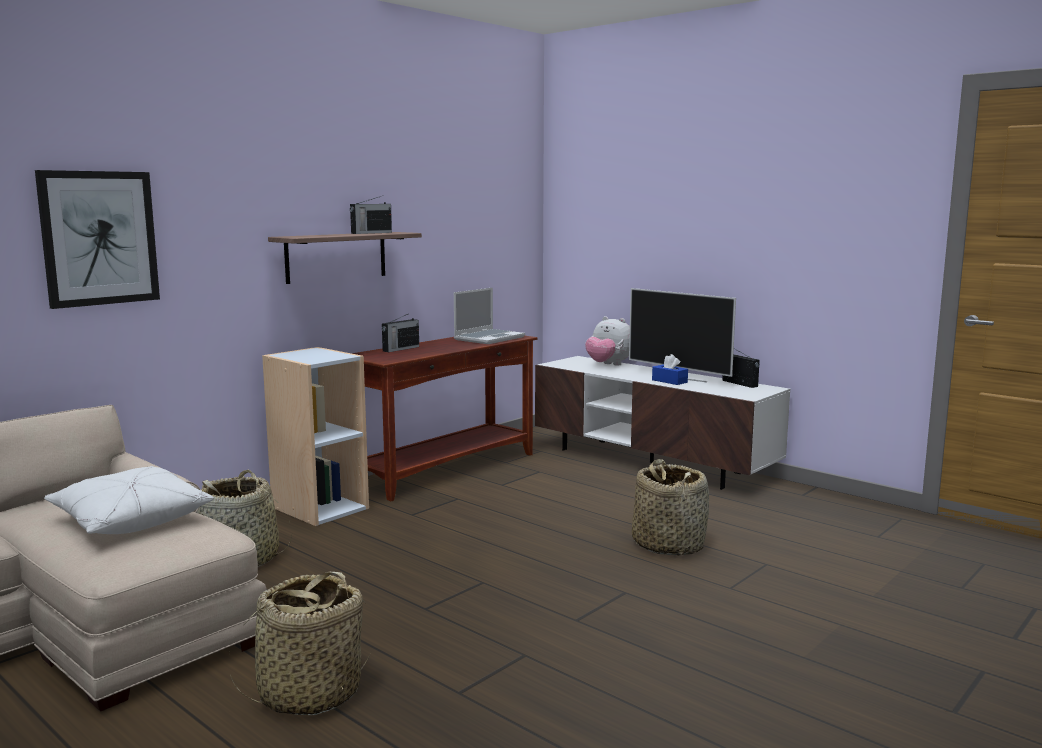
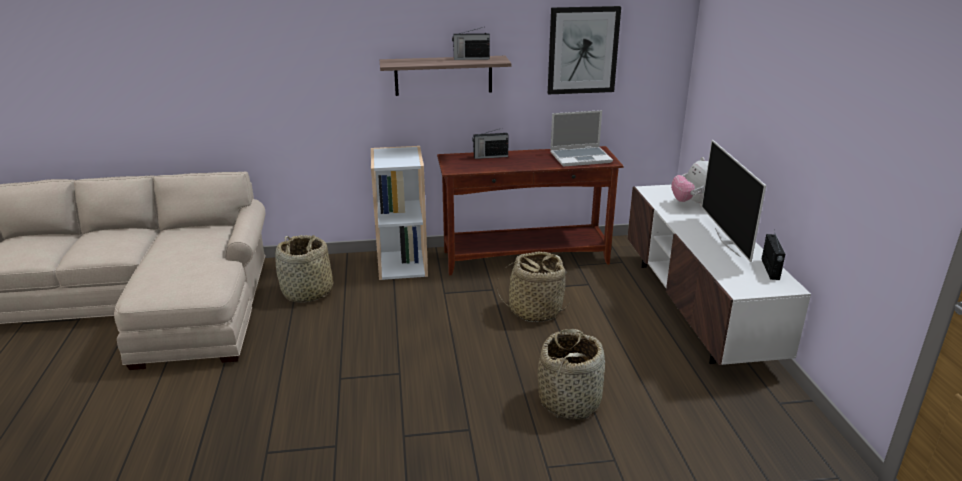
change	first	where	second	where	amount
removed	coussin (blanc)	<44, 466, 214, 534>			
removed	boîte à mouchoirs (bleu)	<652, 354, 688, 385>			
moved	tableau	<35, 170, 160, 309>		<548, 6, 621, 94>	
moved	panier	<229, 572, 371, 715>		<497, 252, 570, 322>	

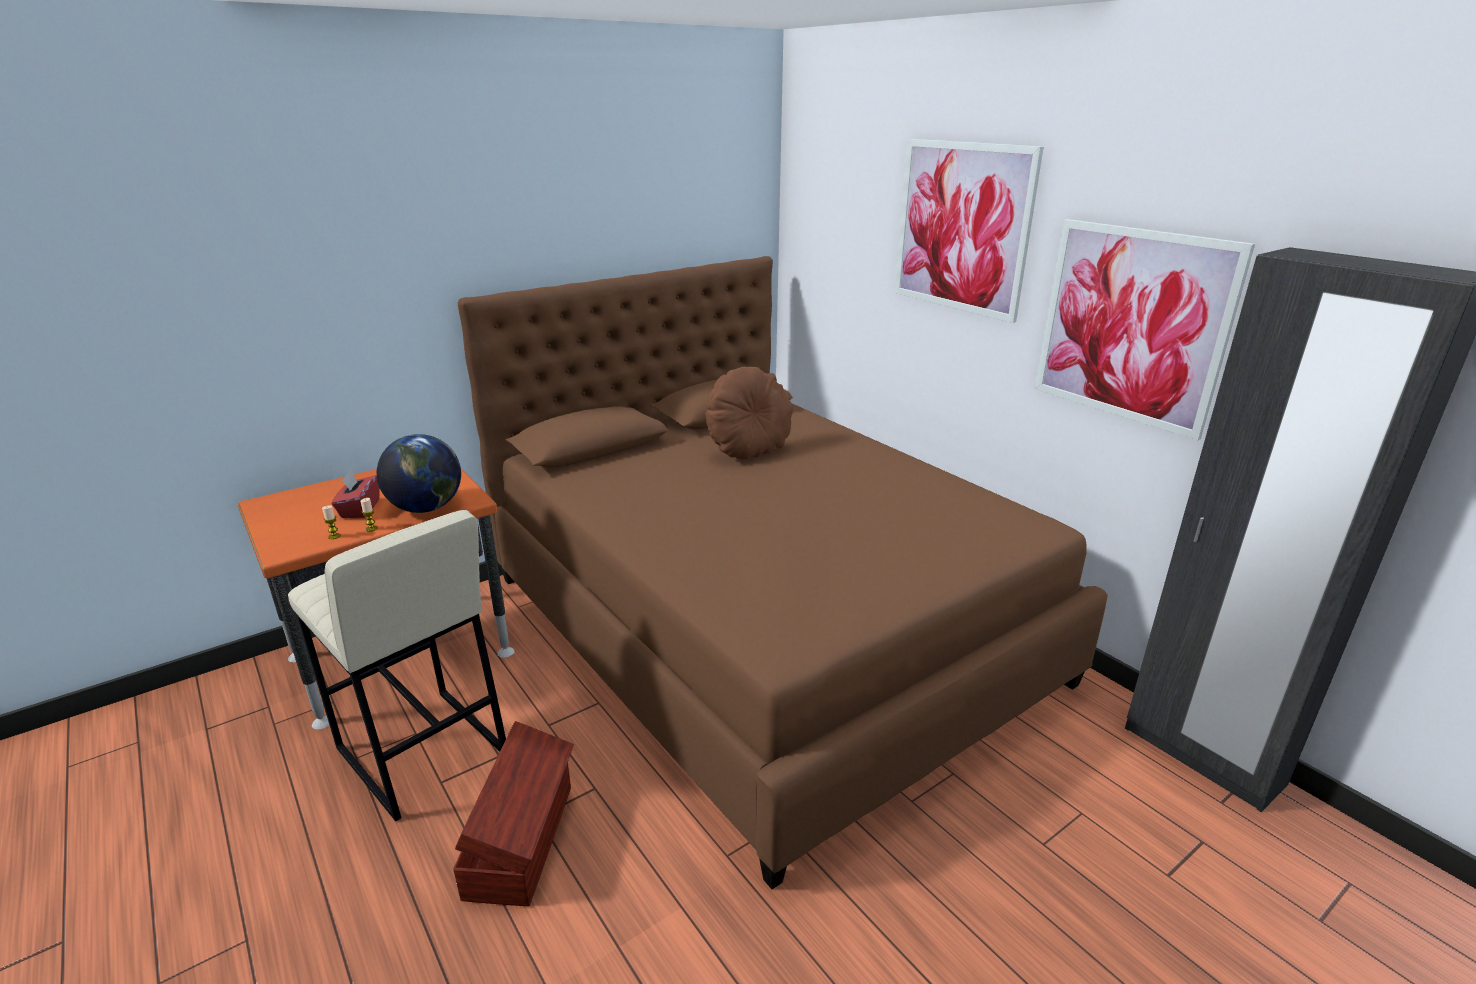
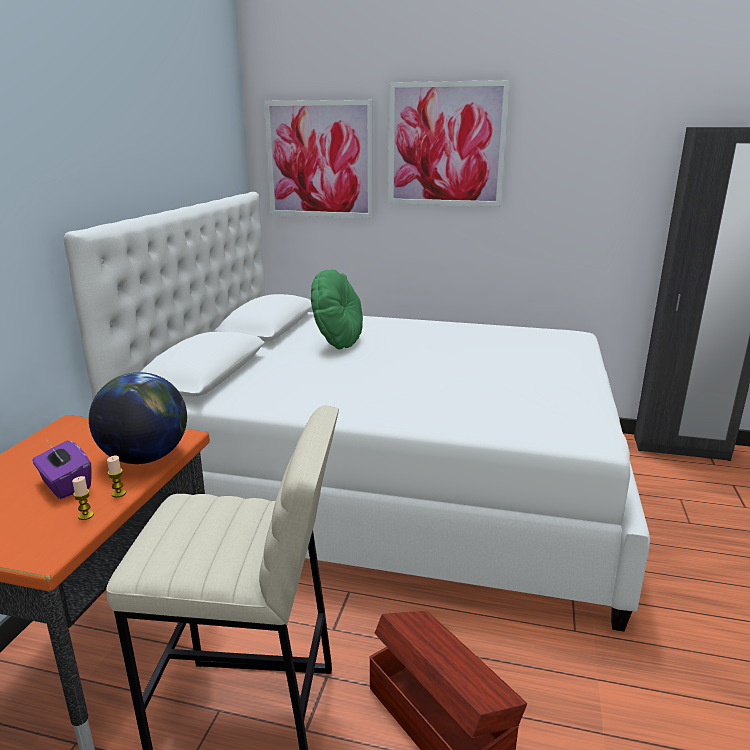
change	first	where	second	where	amount
moved	tableau	<1035, 219, 1255, 440>		<264, 100, 373, 218>	
recoloured	boîte à mouchoirs (rouge)	<331, 470, 380, 518>	boîte à mouchoirs (violet)	<32, 441, 92, 499>	
recoloured	lit (marron)	<458, 256, 1108, 889>	lit (blanc)	<64, 192, 650, 632>	
recoloured	coussin (marron)	<705, 367, 793, 460>	coussin (vert)	<311, 269, 363, 349>	

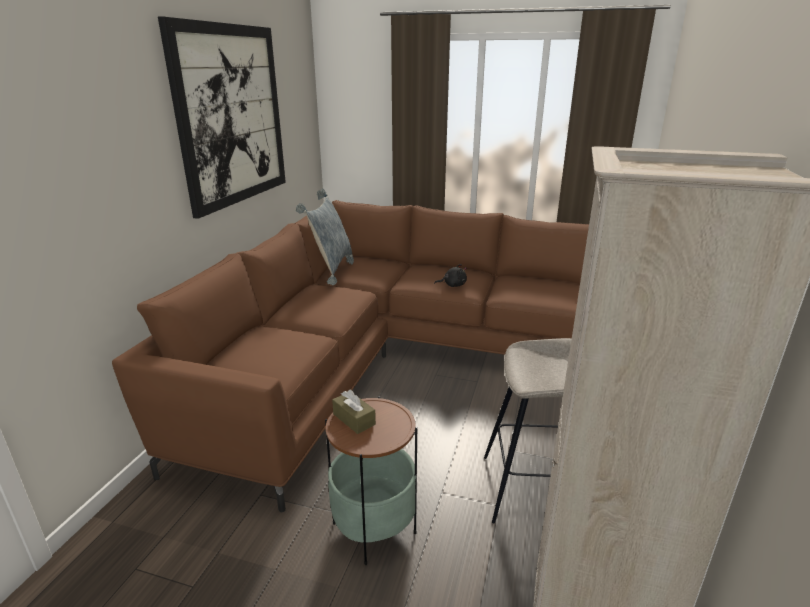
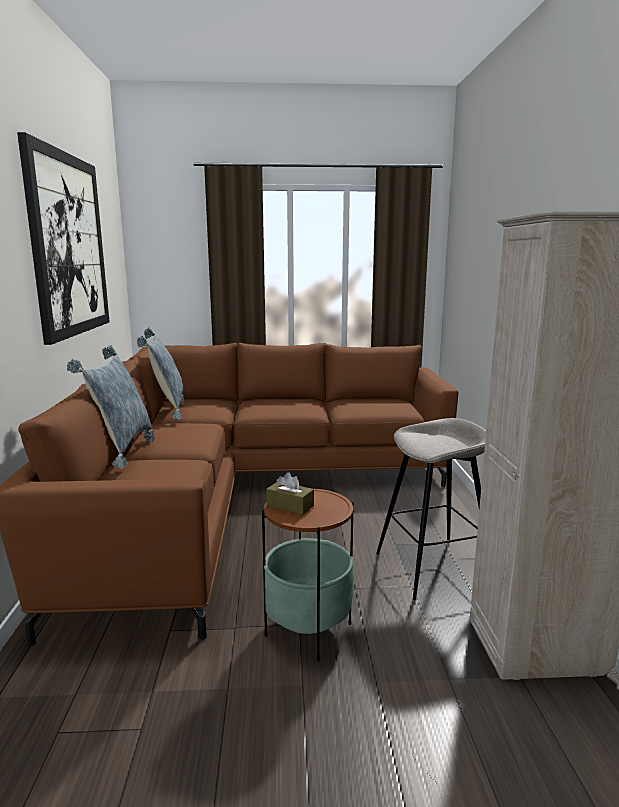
change	first	where	second	where	amount
removed	peluche (noir)	<434, 264, 467, 287>			
added			coussin	<66, 345, 155, 469>	

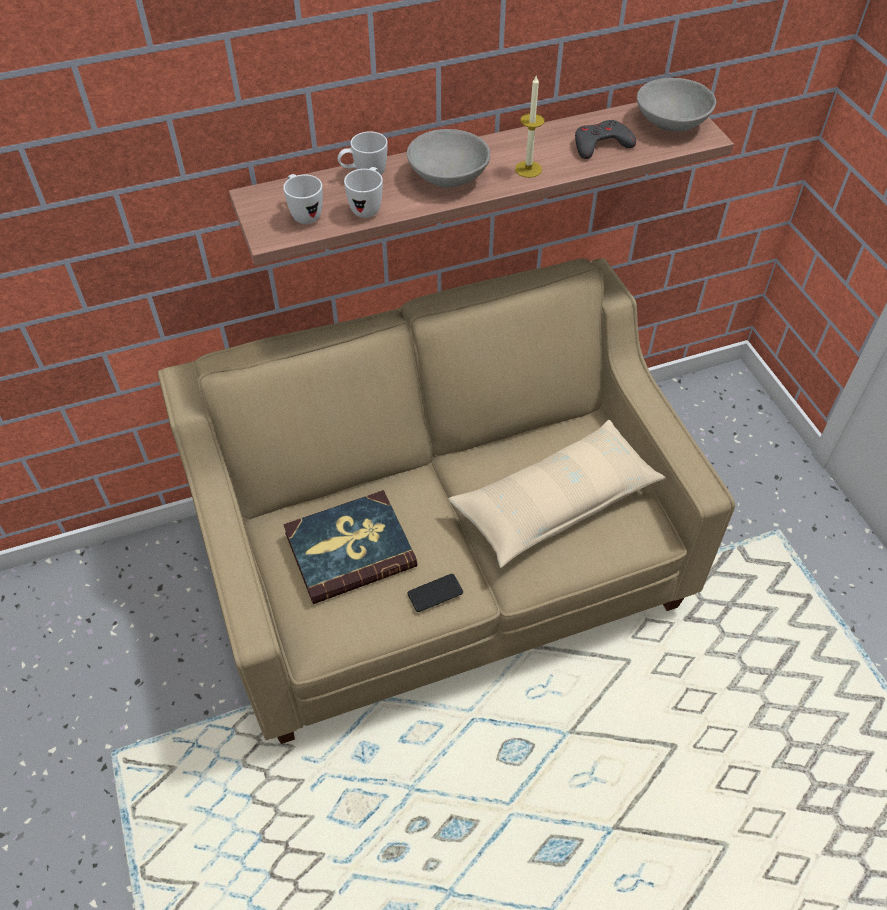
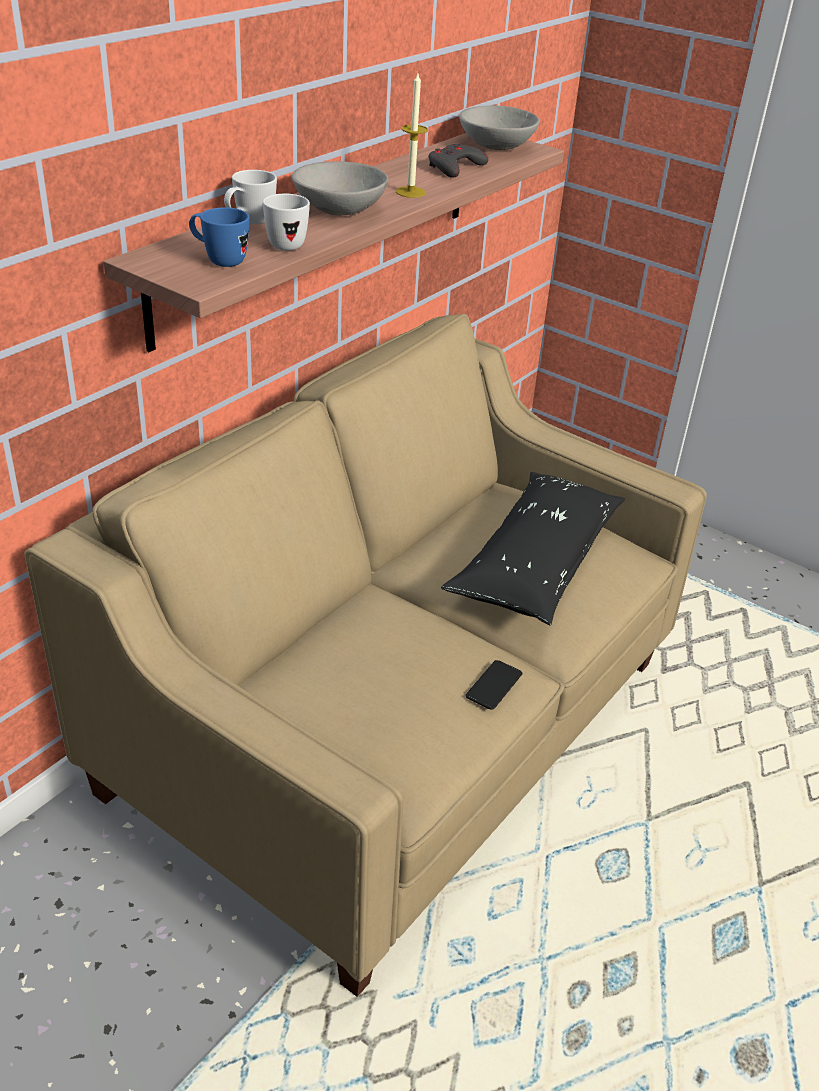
change	first	where	second	where	amount
removed	livre	<283, 490, 417, 604>			
recoloured	mug (blanc)	<283, 174, 323, 224>	mug (bleu)	<189, 207, 249, 267>	
recoloured	coussin (beige)	<448, 420, 666, 568>	coussin (noir)	<441, 472, 625, 626>	

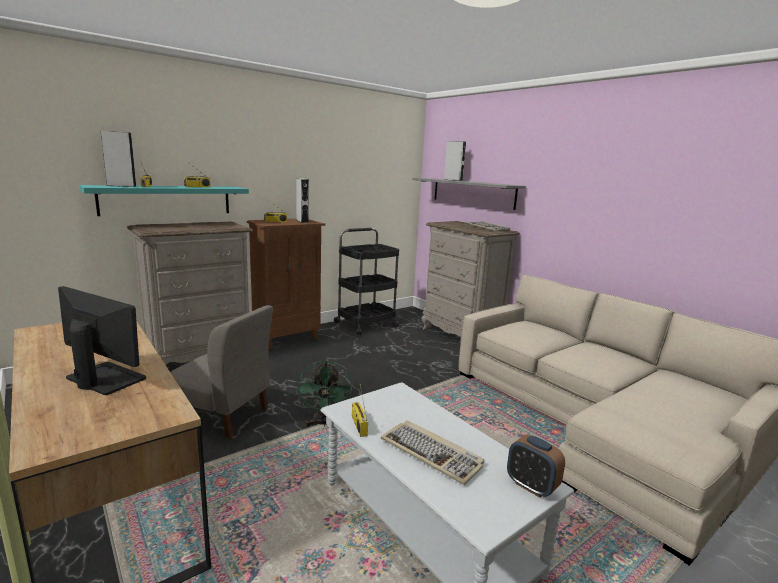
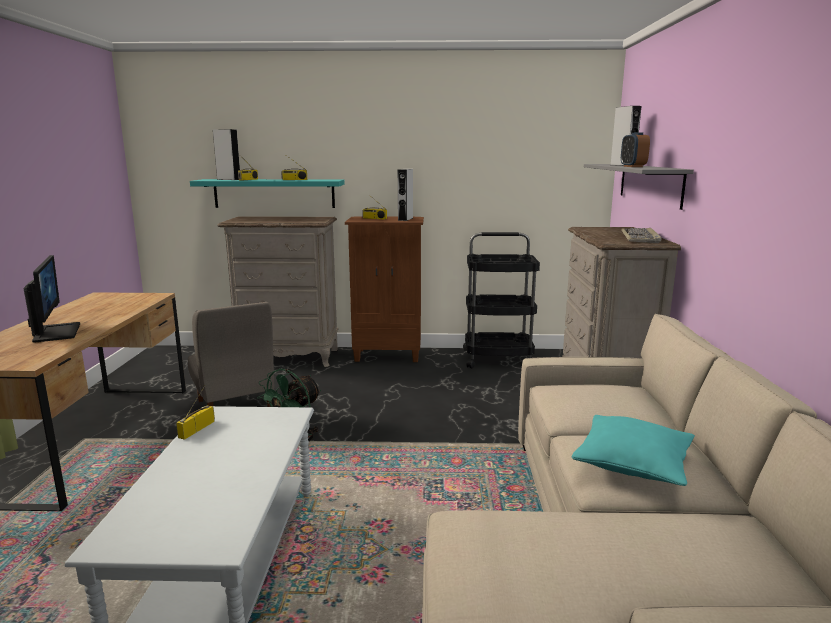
change	first	where	second	where	amount
removed	clavier	<381, 420, 484, 485>			
added			coussin (turquoise)	<572, 415, 695, 486>	
moved	réveil	<507, 435, 565, 498>		<621, 132, 650, 167>	

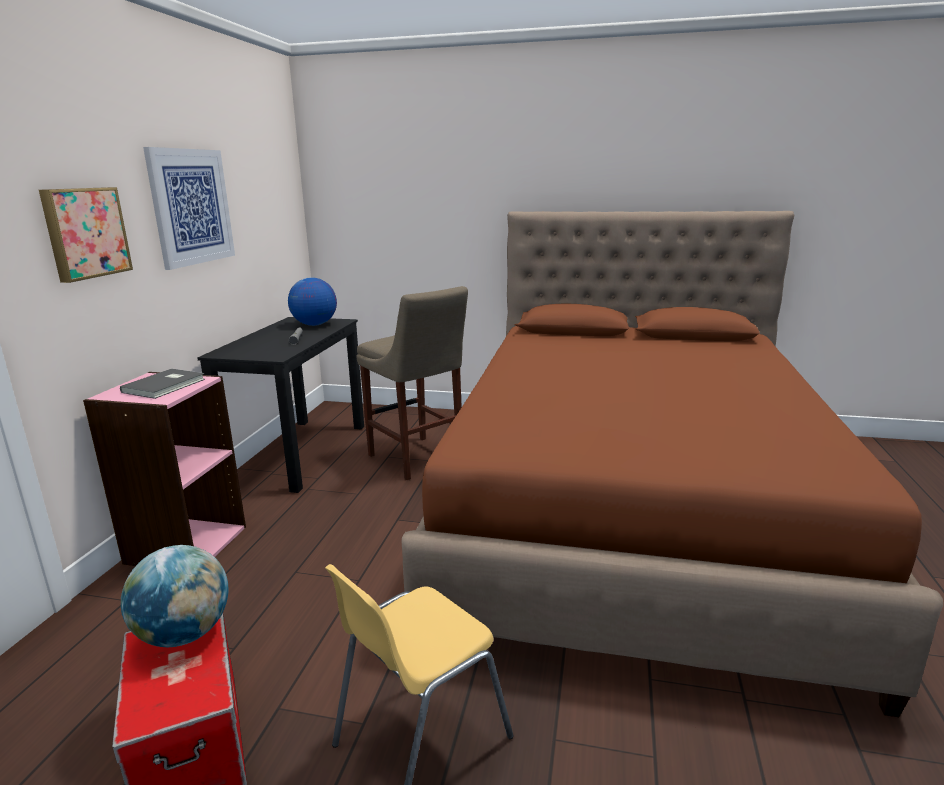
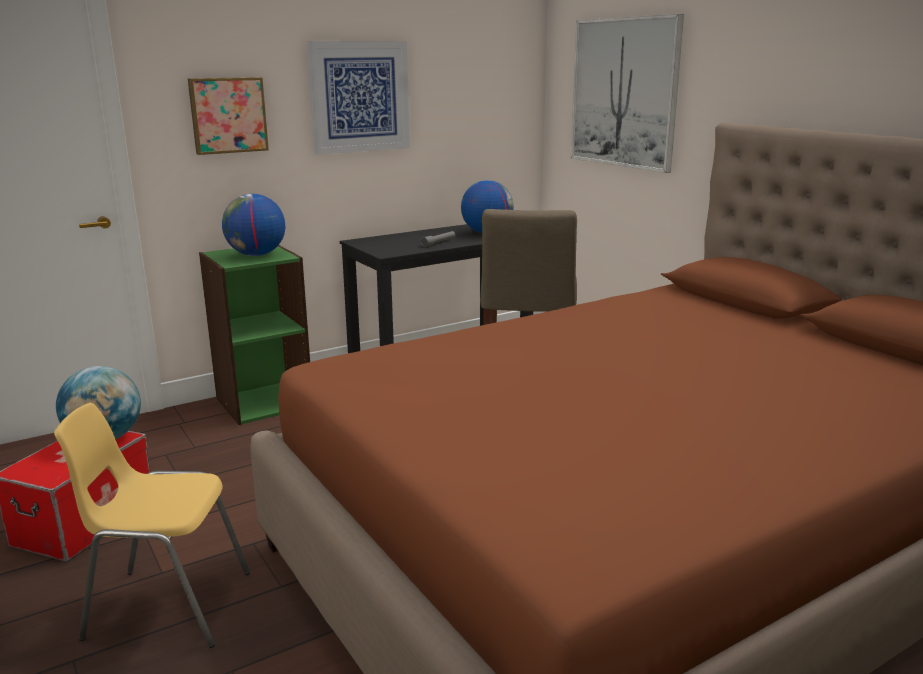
change	first	where	second	where	amount
added			tableau	<571, 14, 684, 173>	
replaced	livre (gris)	<120, 369, 205, 399>	globe	<222, 194, 285, 256>	
recoloured	bibliothèque (rose)	<83, 372, 246, 566>	bibliothèque (vert)	<199, 245, 310, 425>	

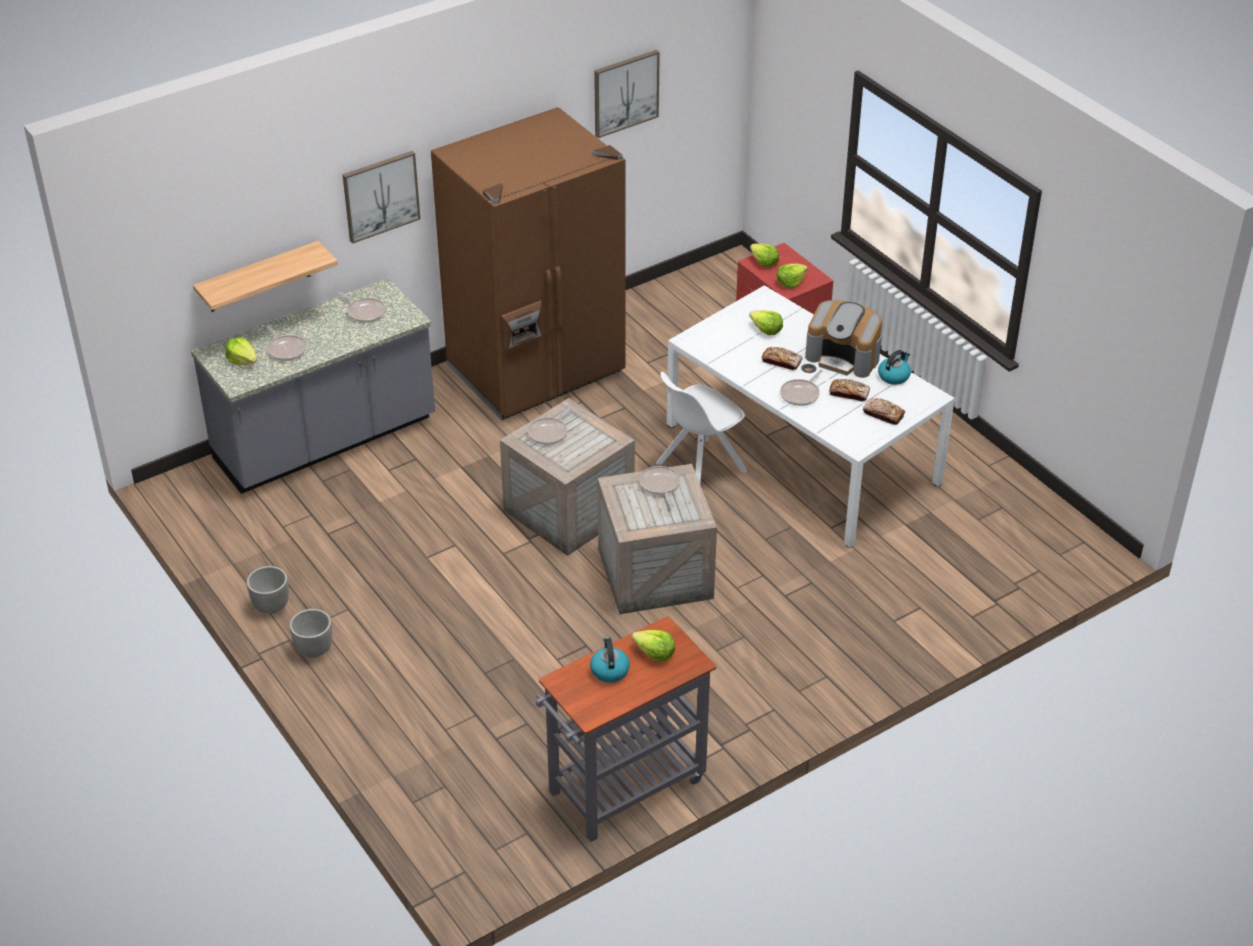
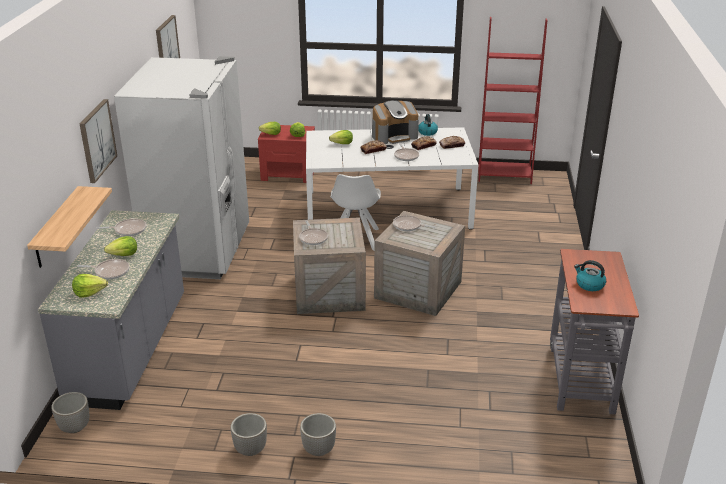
change	first	where	second	where	amount
added			cache-pot	<51, 392, 89, 433>	
added			bibliothèque (rouge)	<478, 17, 547, 184>	
moved	laitue	<631, 630, 675, 662>		<104, 236, 137, 256>	
recoloured	réfrigérateur (marron)	<431, 107, 626, 421>	réfrigérateur (blanc)	<114, 56, 249, 279>	

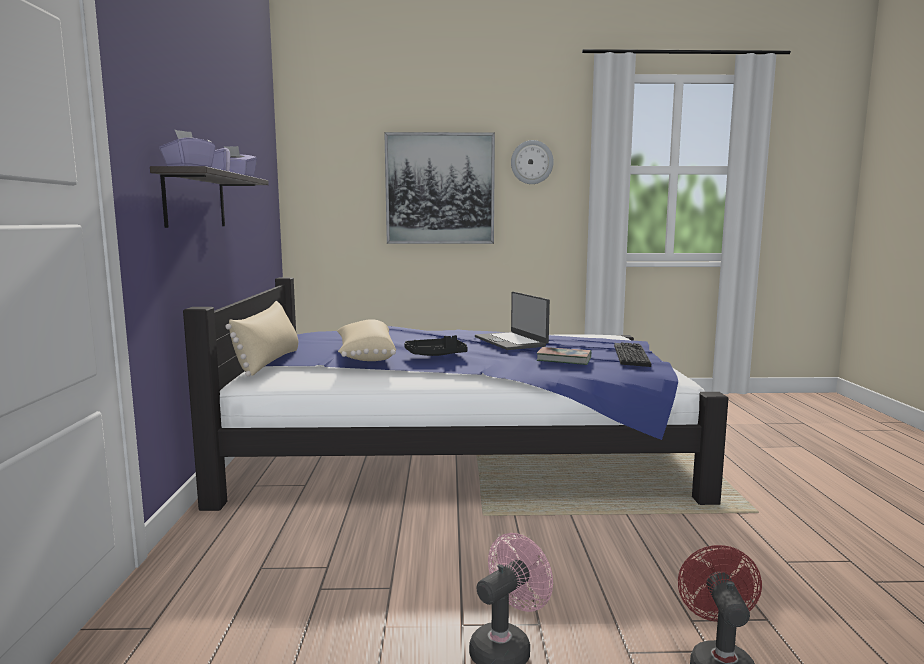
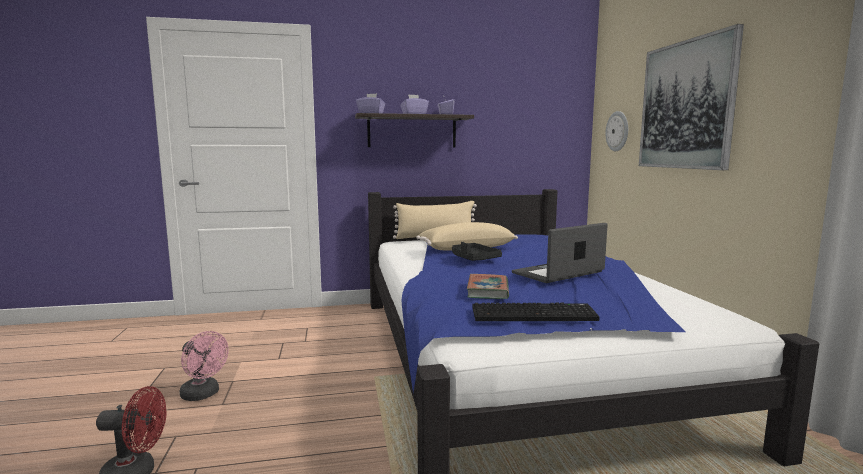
change	first	where	second	where	amount
moved	horloge murale	<511, 140, 554, 184>		<605, 111, 628, 151>	

